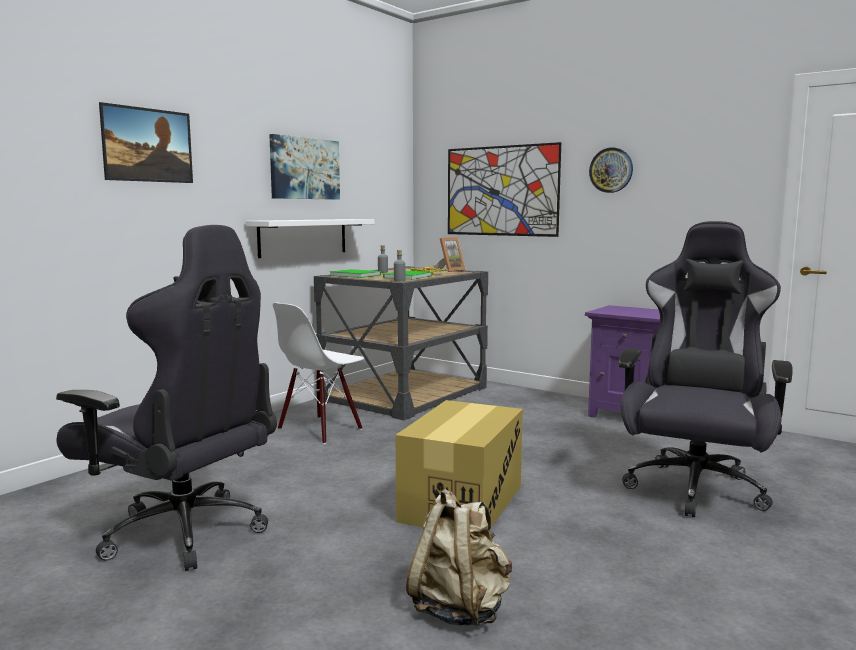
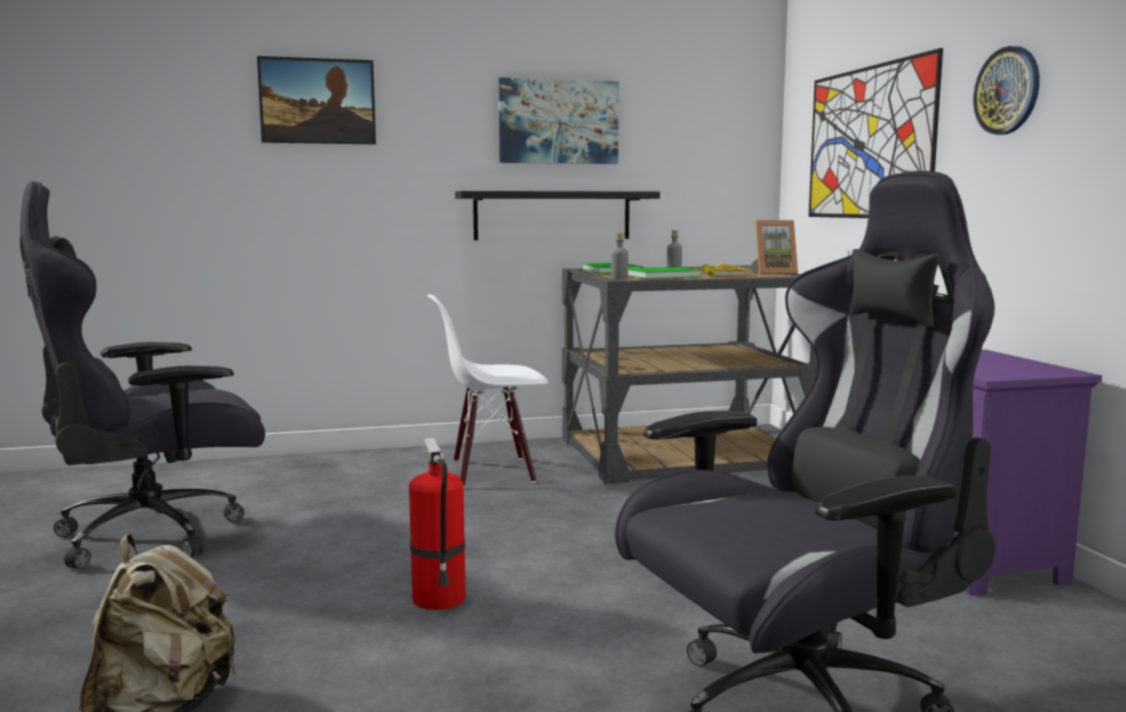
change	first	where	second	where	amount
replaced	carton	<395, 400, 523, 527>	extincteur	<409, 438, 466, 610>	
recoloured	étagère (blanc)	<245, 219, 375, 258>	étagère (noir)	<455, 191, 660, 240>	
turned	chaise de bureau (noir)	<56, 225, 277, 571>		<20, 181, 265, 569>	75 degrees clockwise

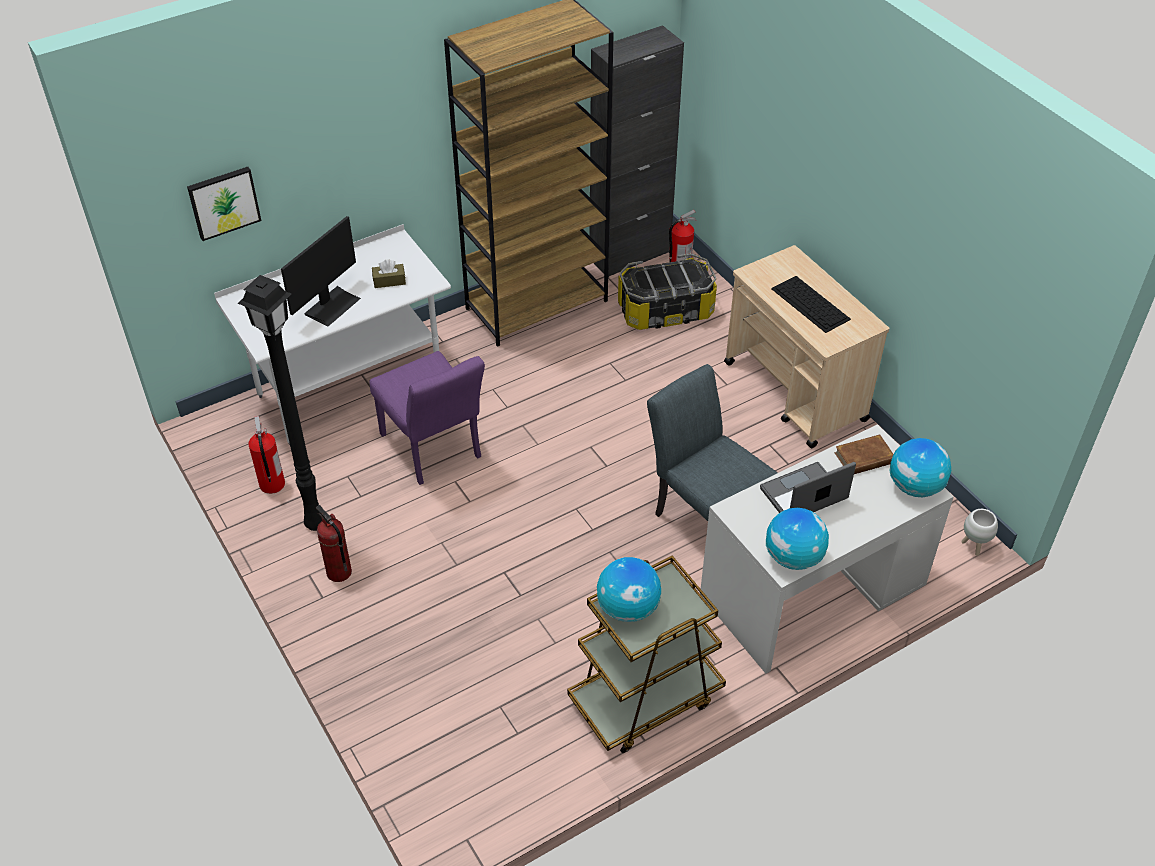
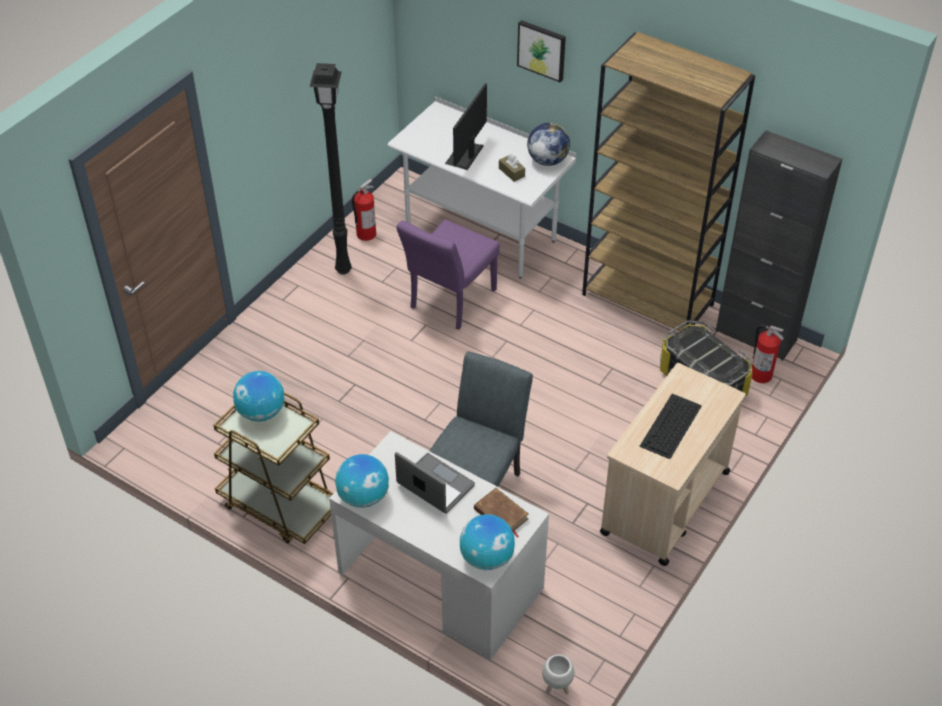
change	first	where	second	where	amount
removed	extincteur	<316, 505, 352, 582>			
added			globe	<527, 123, 570, 166>	
moved	tableau	<187, 167, 262, 241>		<517, 20, 566, 82>	
turned	écran d'ordinateur	<281, 216, 361, 326>		<445, 83, 487, 170>	105 degrees clockwise

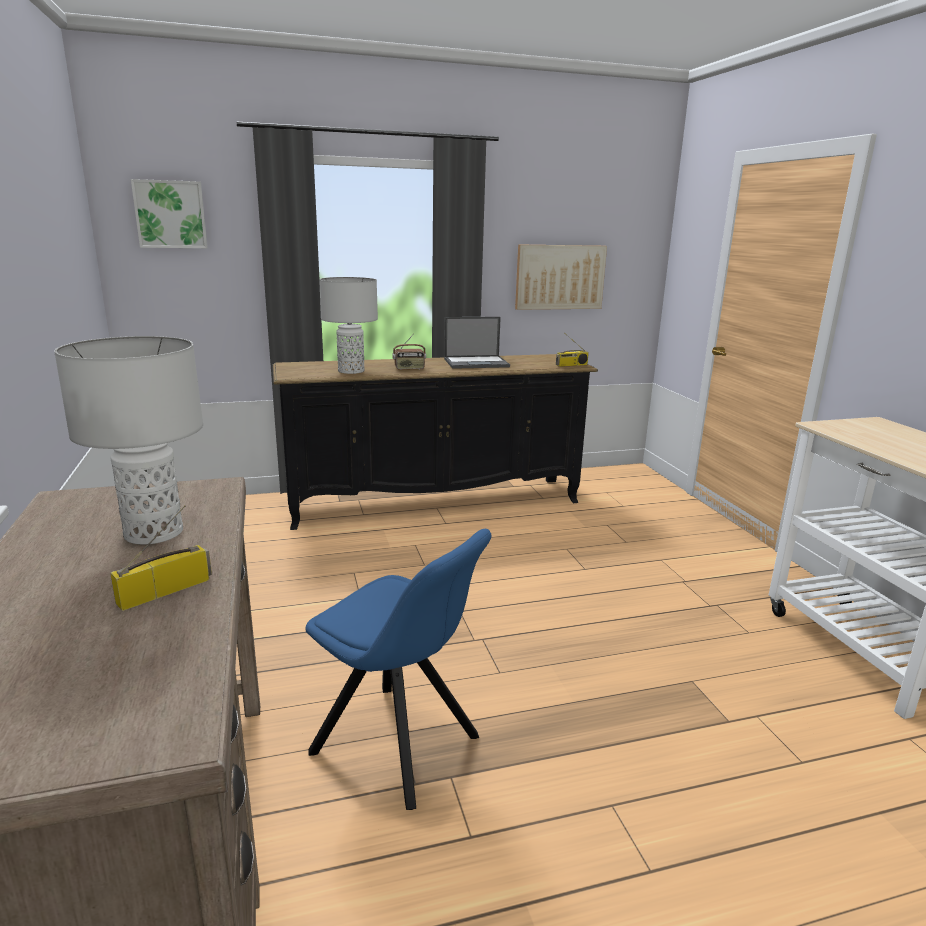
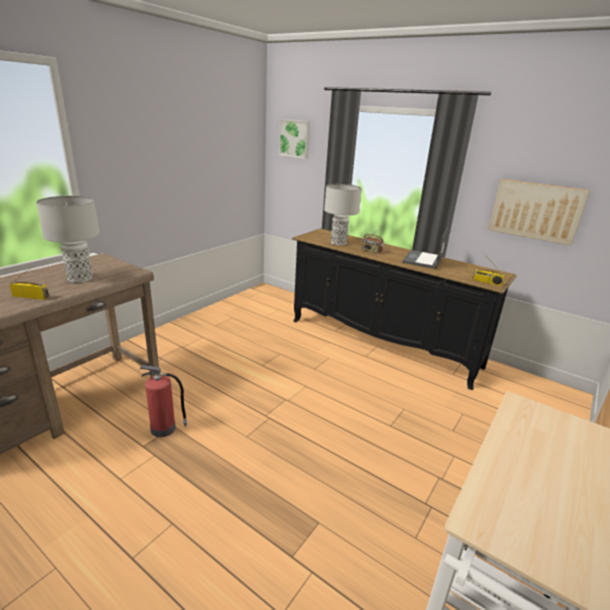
change	first	where	second	where	amount
replaced	chaise (bleu)	<305, 529, 491, 810>	extincteur	<139, 365, 188, 437>	
turned	ordinateur portable	<444, 317, 510, 369>		<402, 228, 448, 269>	75 degrees clockwise

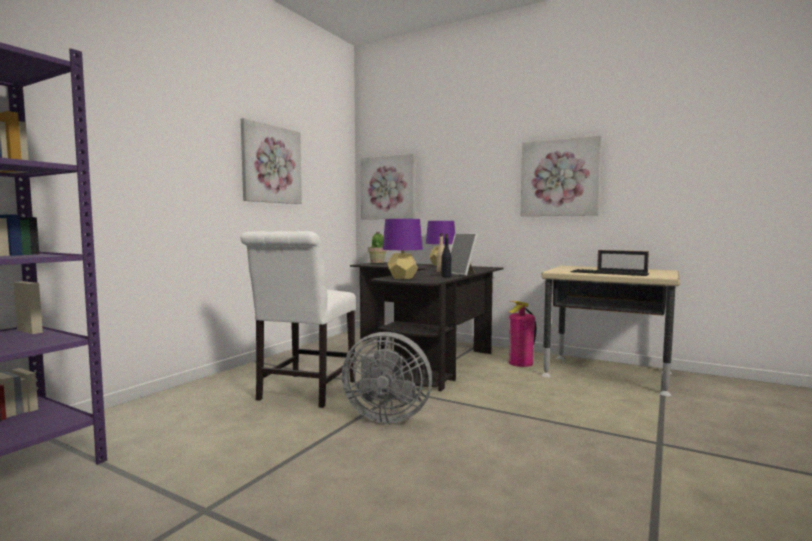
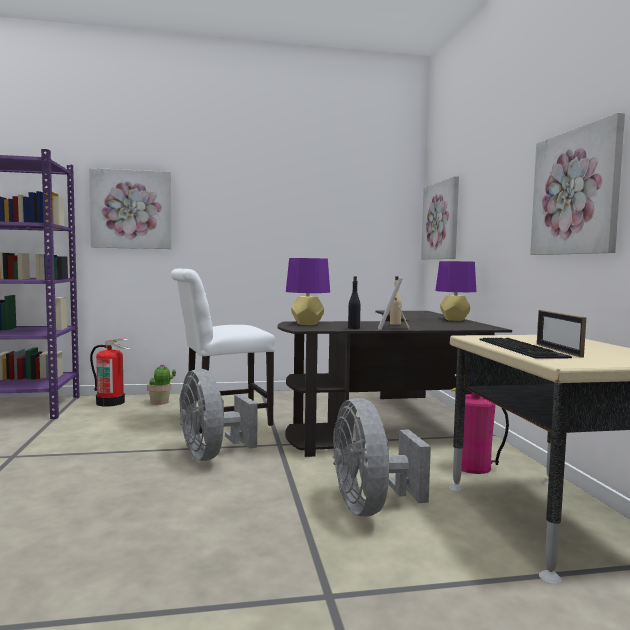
change	first	where	second	where	amount
added			extincteur	<90, 339, 131, 406>	
added			ventilateur (gris)	<333, 398, 431, 517>	
moved	tableau	<241, 118, 302, 204>		<89, 168, 172, 249>	
moved	plante en pot	<368, 232, 387, 263>		<147, 364, 176, 405>	

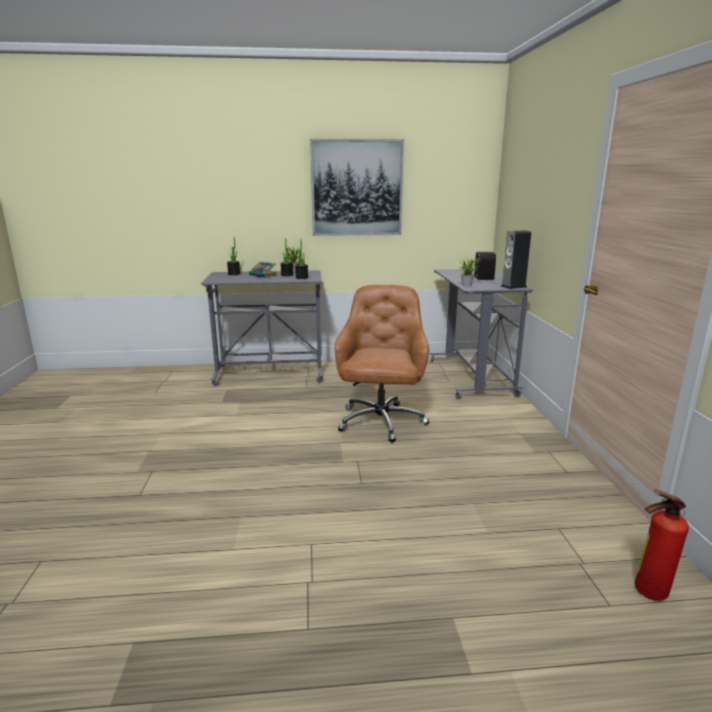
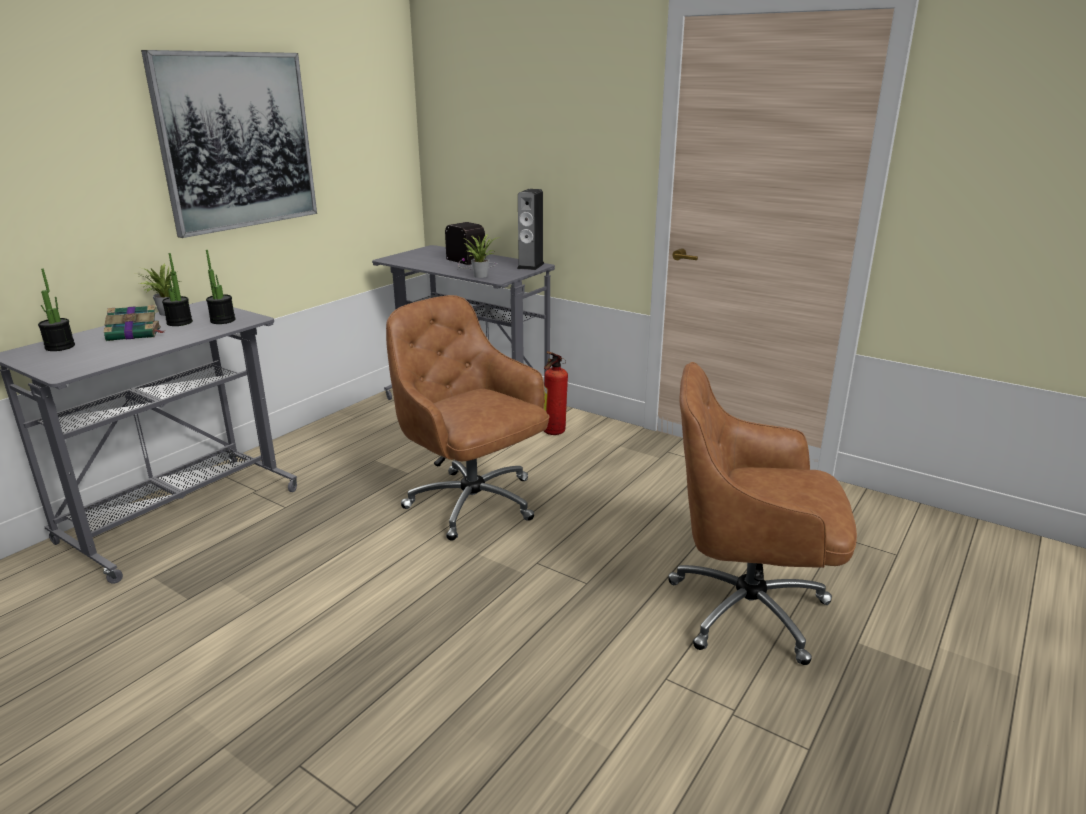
change	first	where	second	where	amount
added			chaise de bureau (marron)	<668, 362, 857, 665>	
moved	extincteur	<635, 489, 689, 601>		<544, 351, 568, 435>	

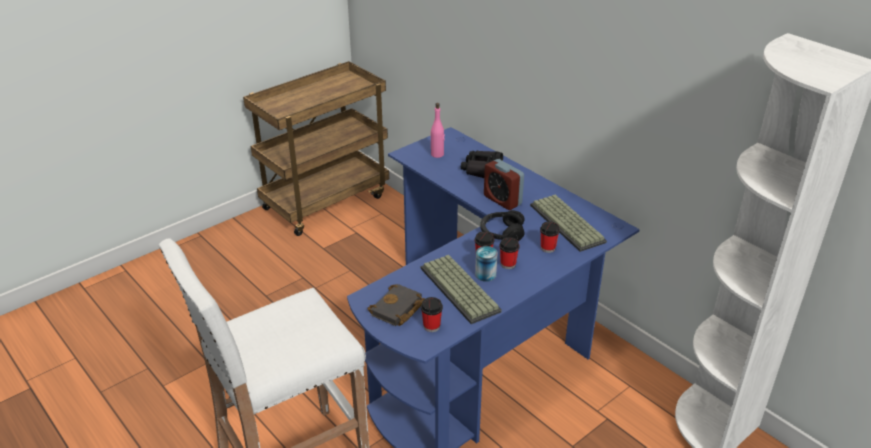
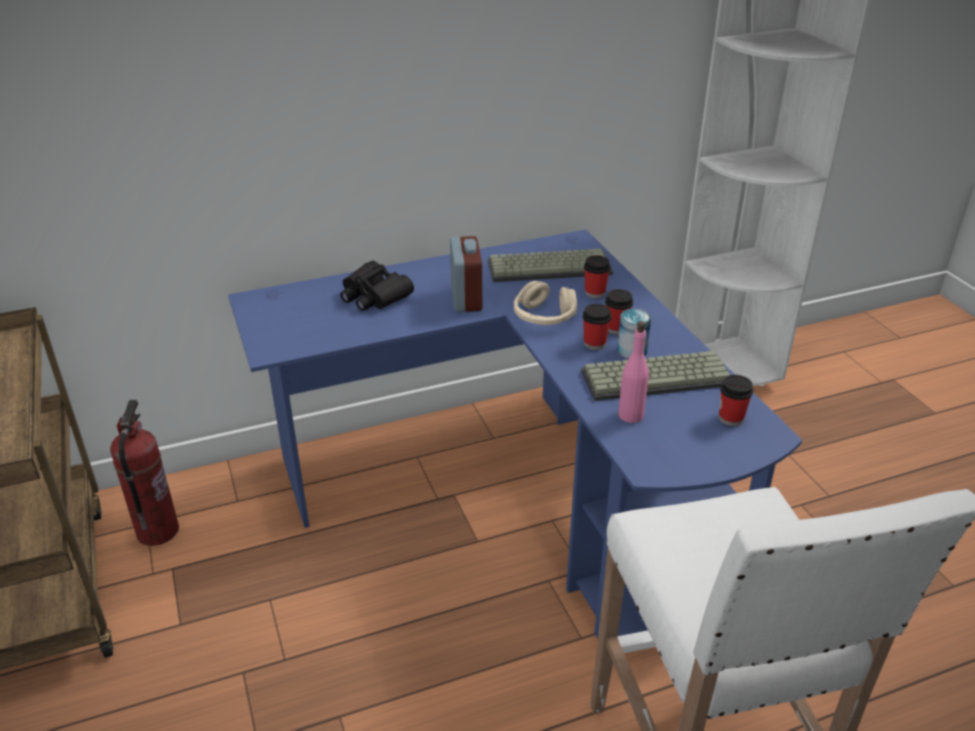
change	first	where	second	where	amount
removed	livre (noir)	<367, 284, 425, 326>			
added			extincteur	<110, 400, 179, 546>	
moved	bouteille (rose)	<431, 103, 445, 158>		<618, 321, 649, 423>	
recoloured	casque audio (noir)	<480, 210, 525, 241>	casque audio (beige)	<514, 281, 577, 325>	
turned	réveil	<484, 159, 524, 210>		<450, 236, 482, 312>	75 degrees counterclockwise

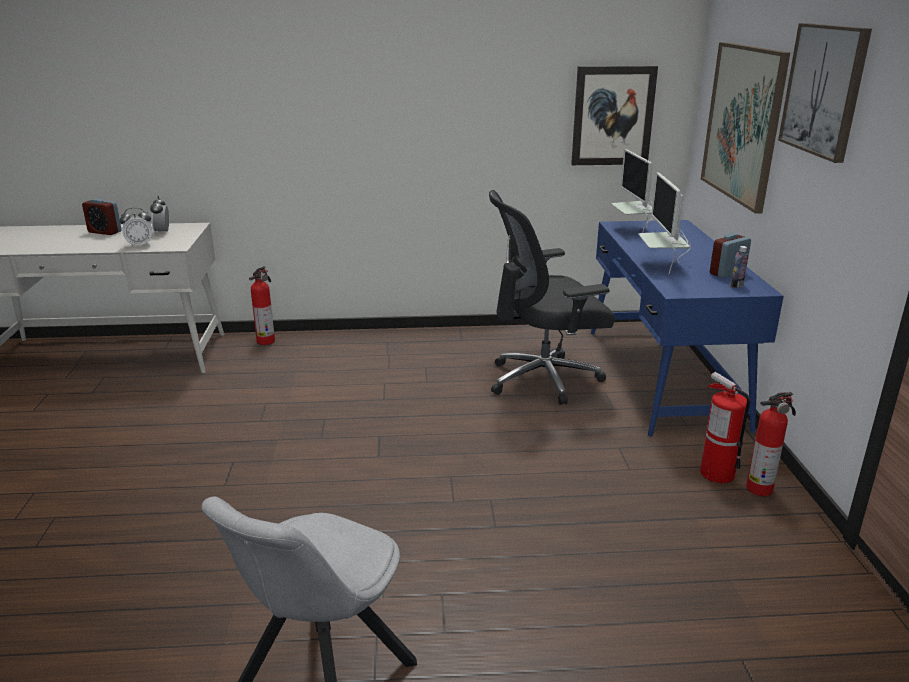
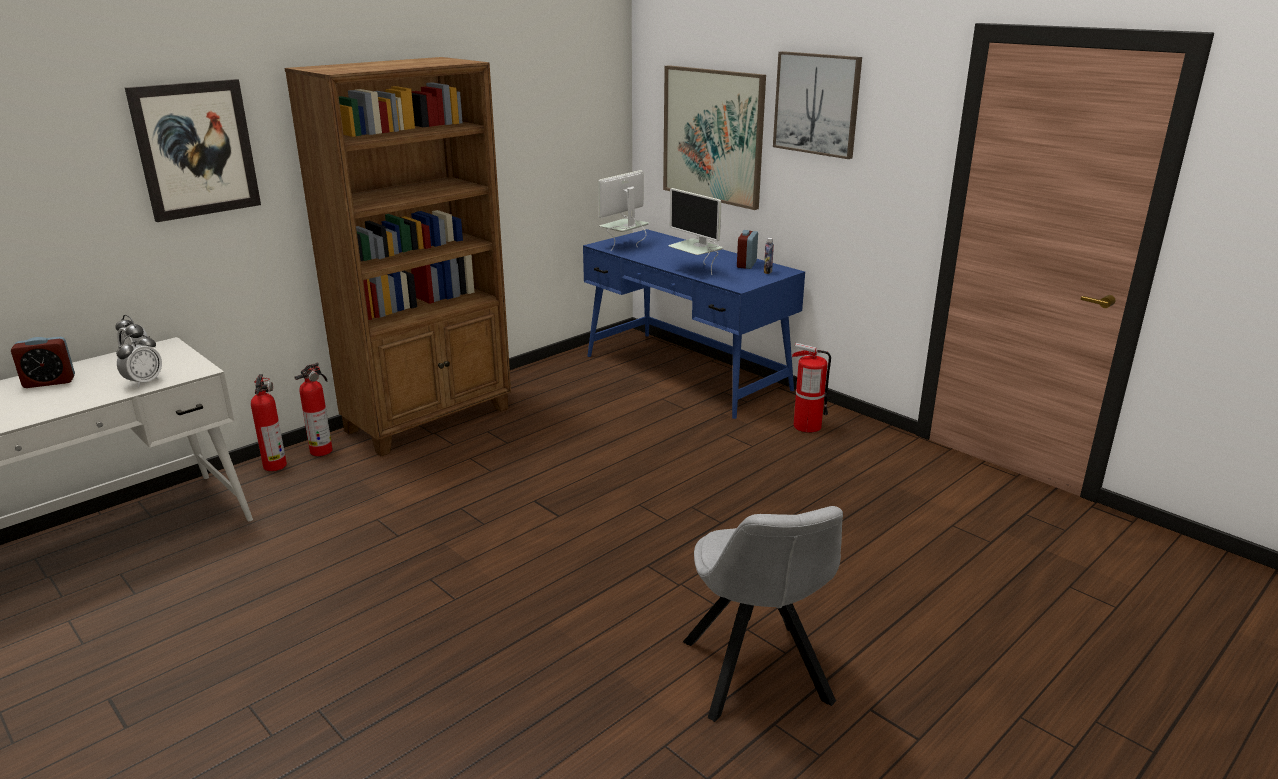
change	first	where	second	where	amount
removed	chaise de bureau	<489, 190, 615, 405>			
added			bibliothèque (marron)	<285, 57, 511, 456>	
moved	tableau	<571, 66, 658, 165>		<125, 79, 261, 222>	
moved	extincteur	<746, 392, 796, 496>		<294, 363, 333, 456>	
turned	écran d'ordinateur	<611, 149, 653, 233>		<598, 170, 649, 251>	90 degrees clockwise

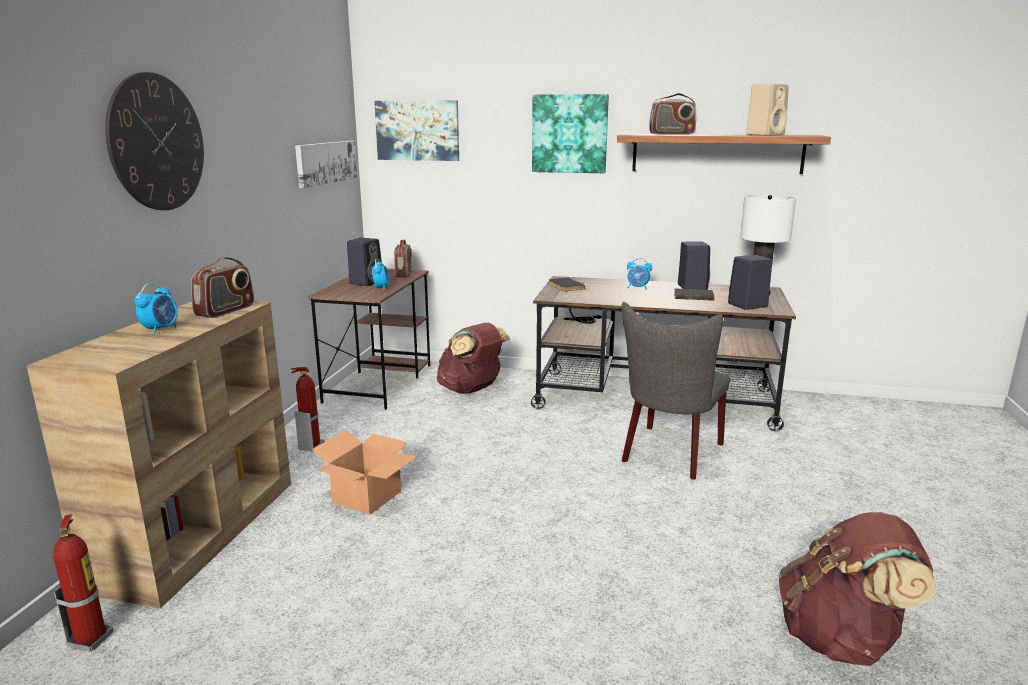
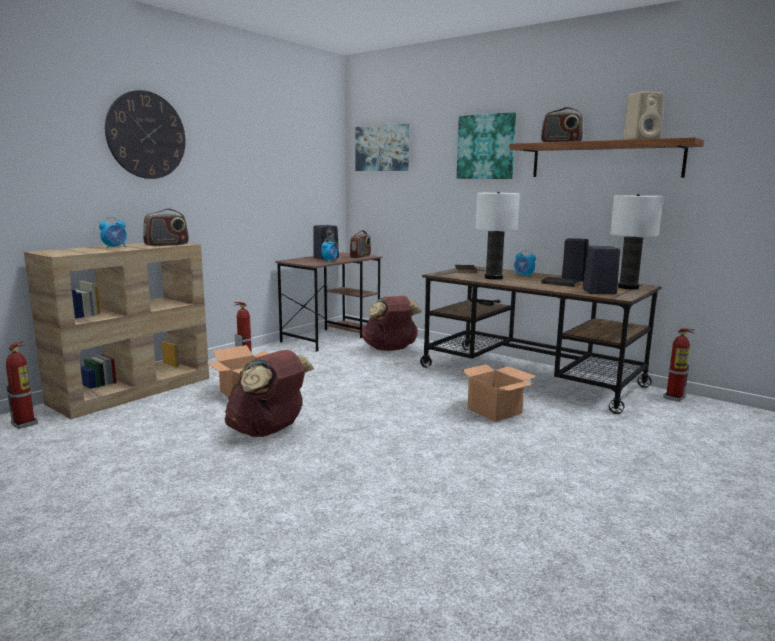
change	first	where	second	where	amount
removed	tableau	<295, 141, 358, 188>			
added			lampe de table (blanc)	<476, 192, 520, 280>	
added			extincteur	<663, 328, 694, 402>	
moved	sac à dos (marron)	<779, 512, 935, 666>		<224, 350, 315, 437>	
replaced	chaise (gris)	<622, 302, 730, 480>	carton	<458, 364, 537, 422>	

